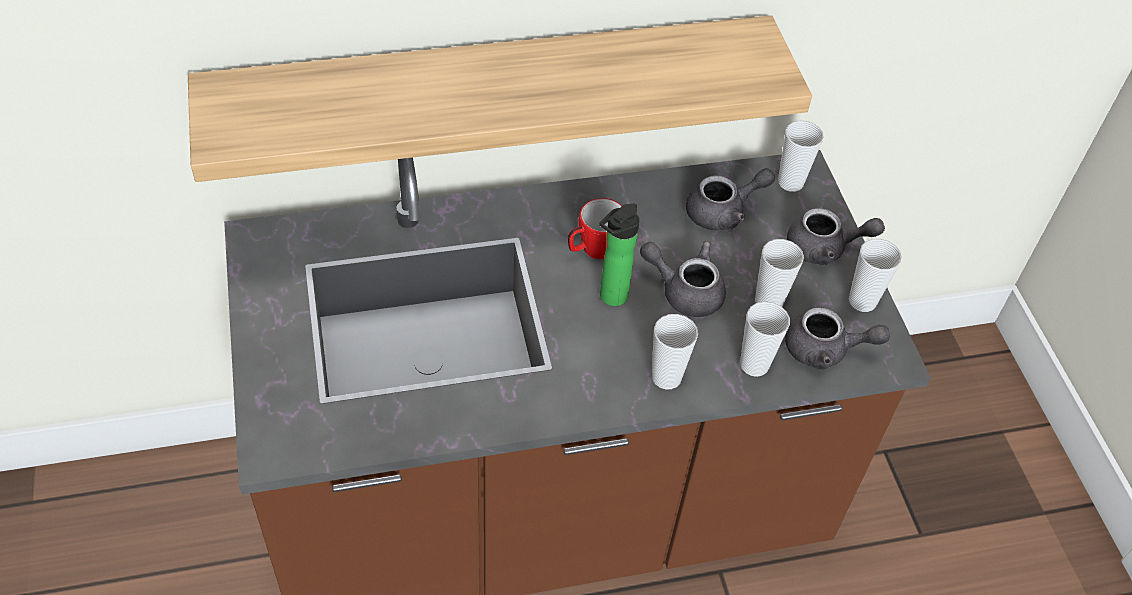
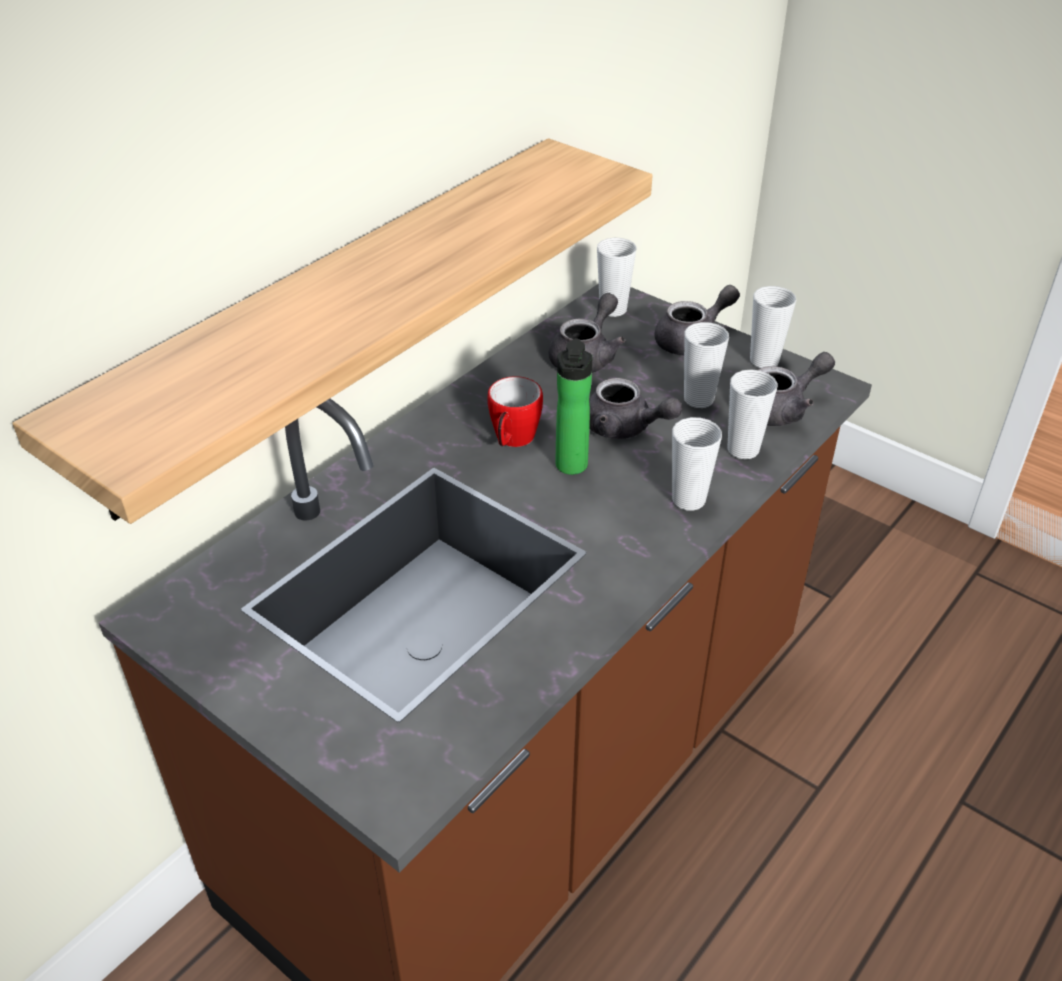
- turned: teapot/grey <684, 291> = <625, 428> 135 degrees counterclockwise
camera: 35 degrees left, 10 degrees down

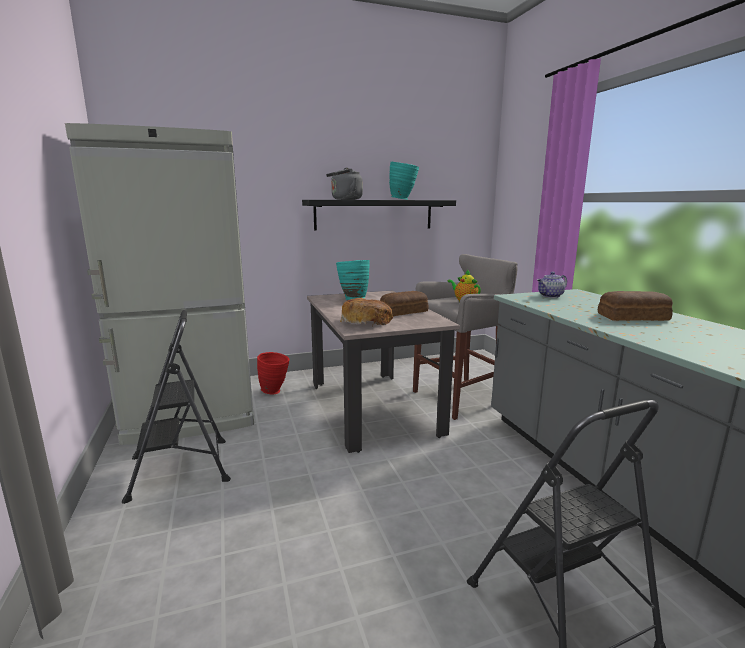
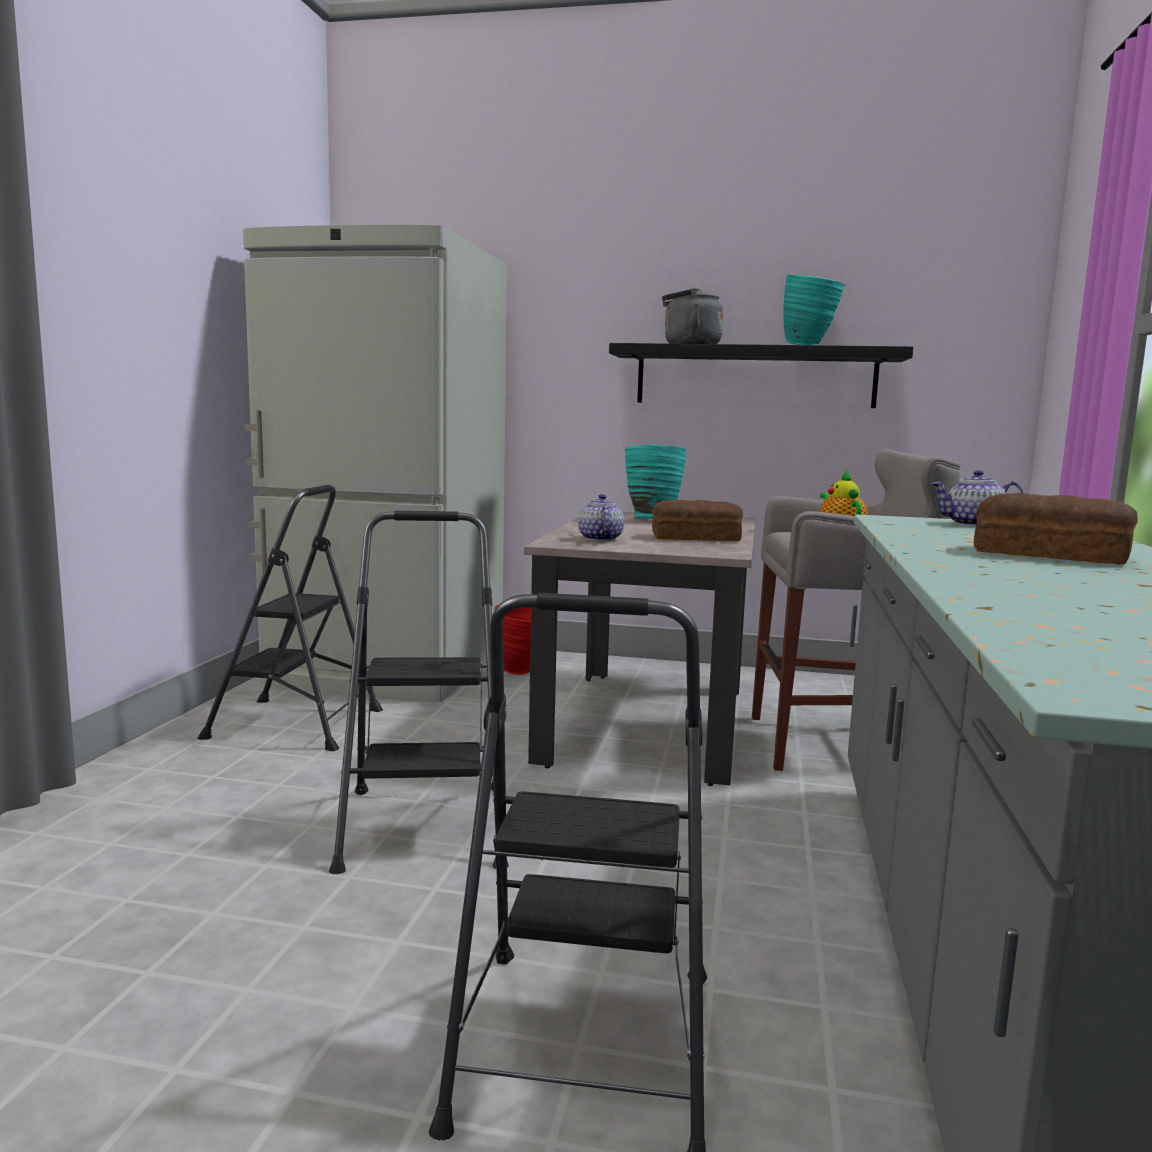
- replaced: bread <366, 321> to teapot <599, 539>
- added: step ladder/black <426, 822>
camera: 30 degrees right, 5 degrees down

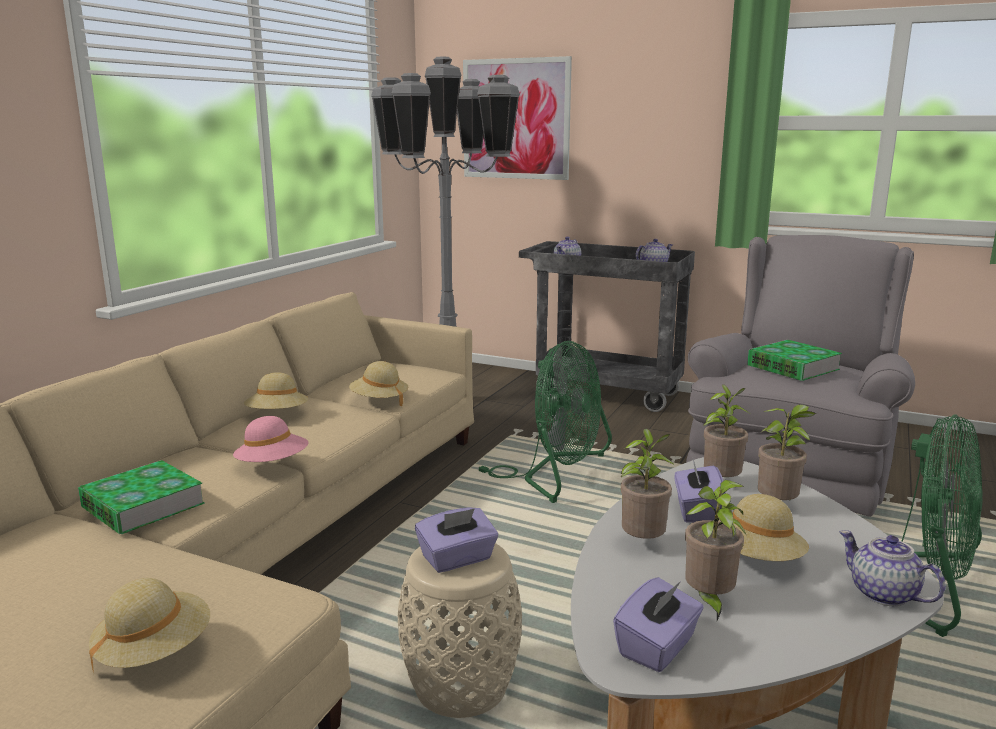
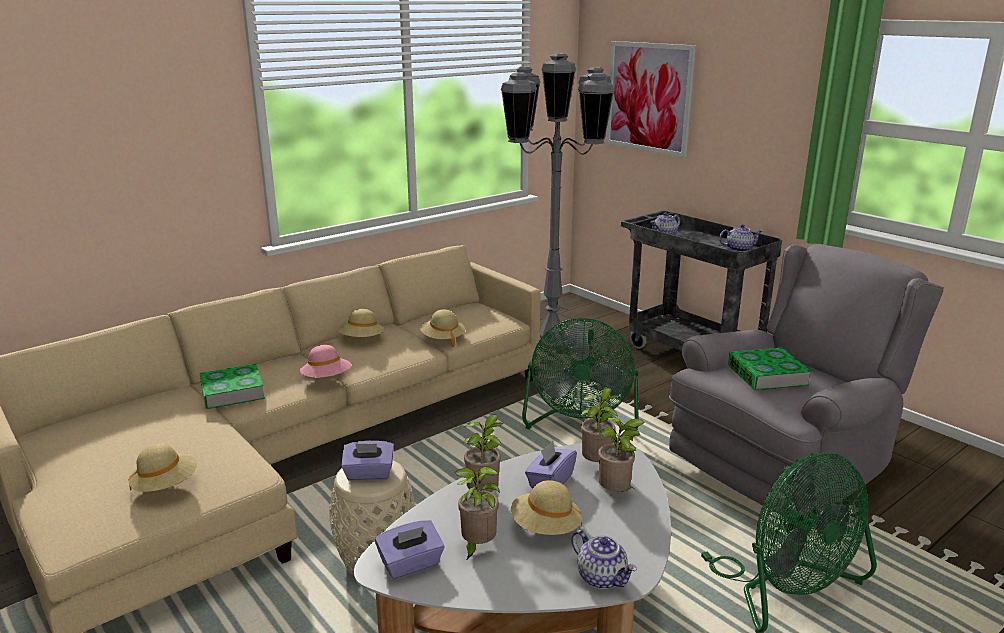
- turned: fan/green <553, 474> = <576, 421> 45 degrees clockwise
- turned: teapot <882, 594> = <602, 577> 150 degrees clockwise
camera: 25 degrees right, 5 degrees up

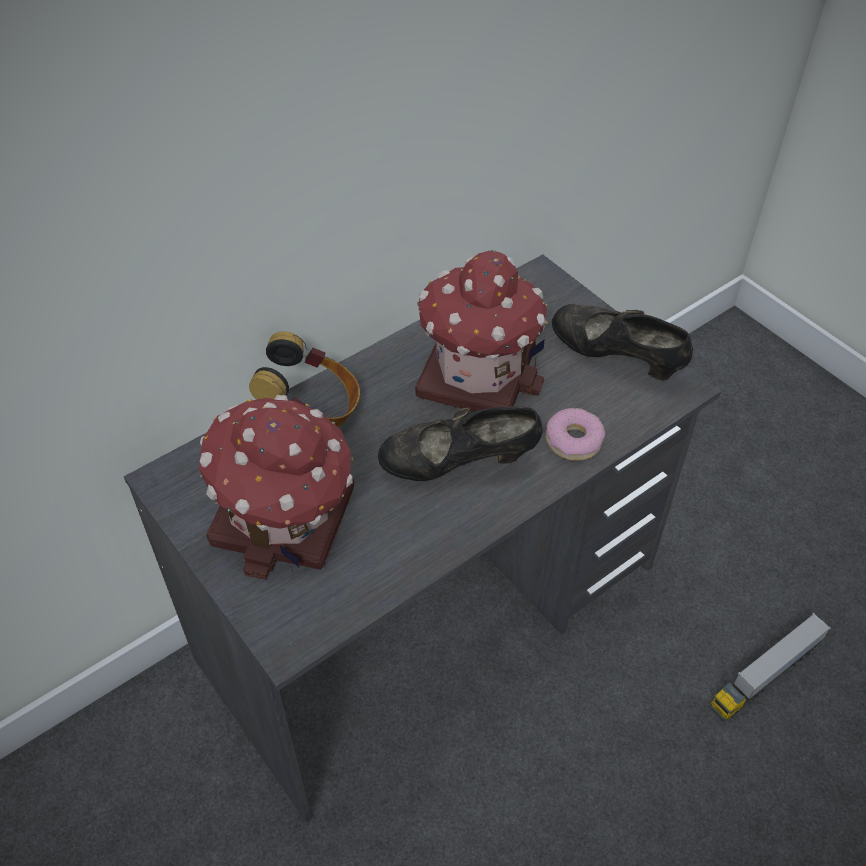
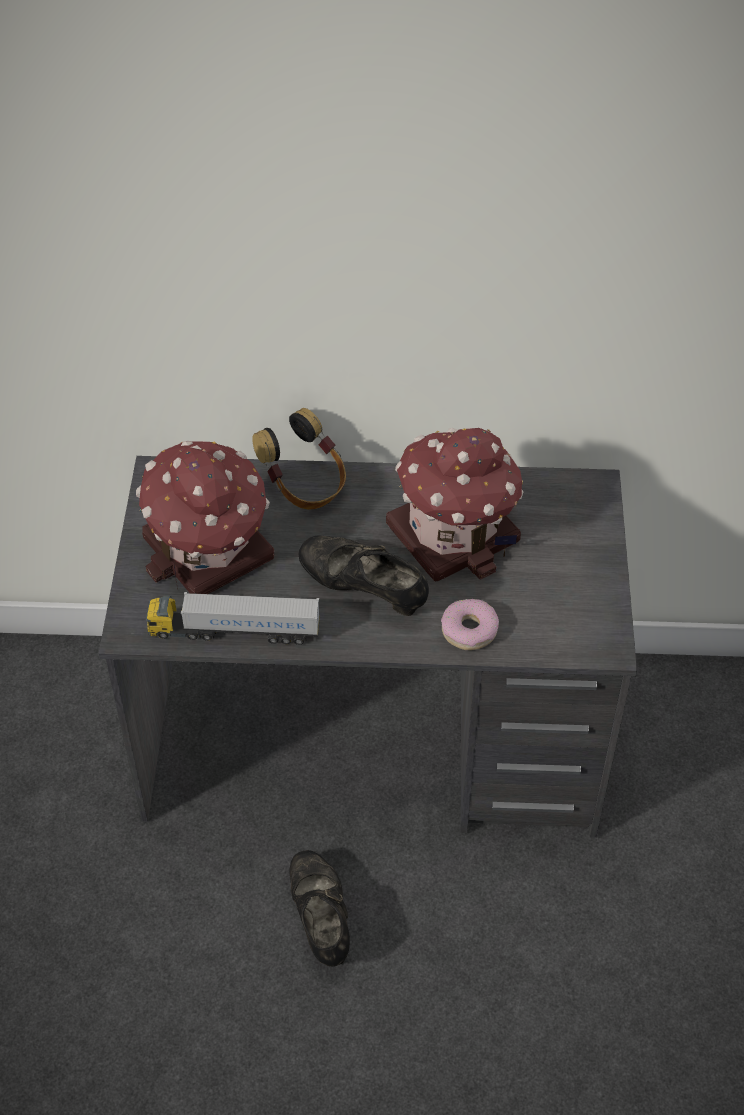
- moved: shoe/black <616, 359> to <320, 920>
- moved: toy truck <765, 676> to <234, 631>
camera: 40 degrees right, 0 degrees up

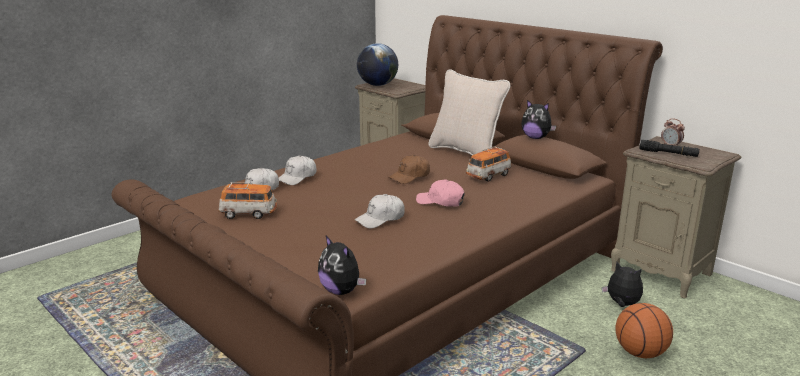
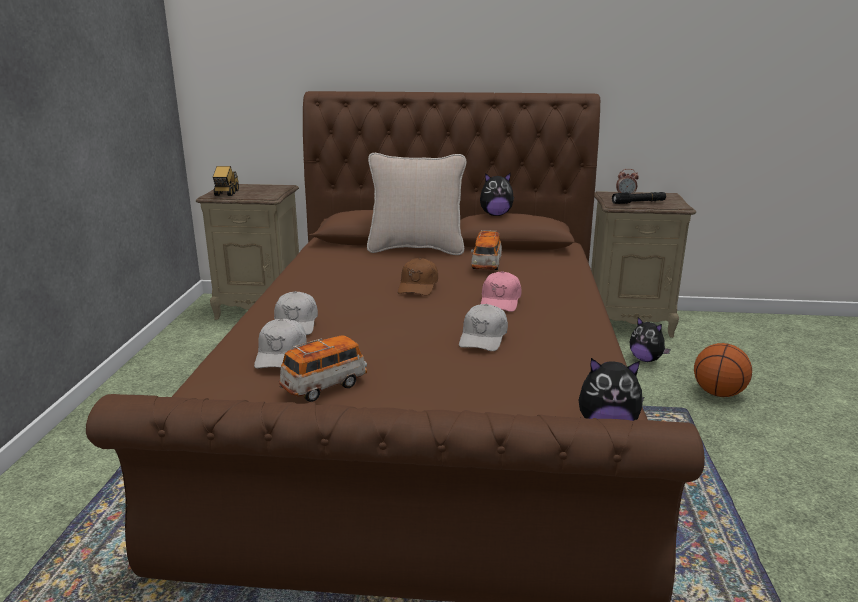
- replaced: globe <377, 85> to toy truck <226, 193>
- turned: cap/pink <440, 202> = <500, 301> 60 degrees counterclockwise
- turned: plush toy <621, 304> = <646, 359> 135 degrees counterclockwise
camera: 40 degrees left, 0 degrees up

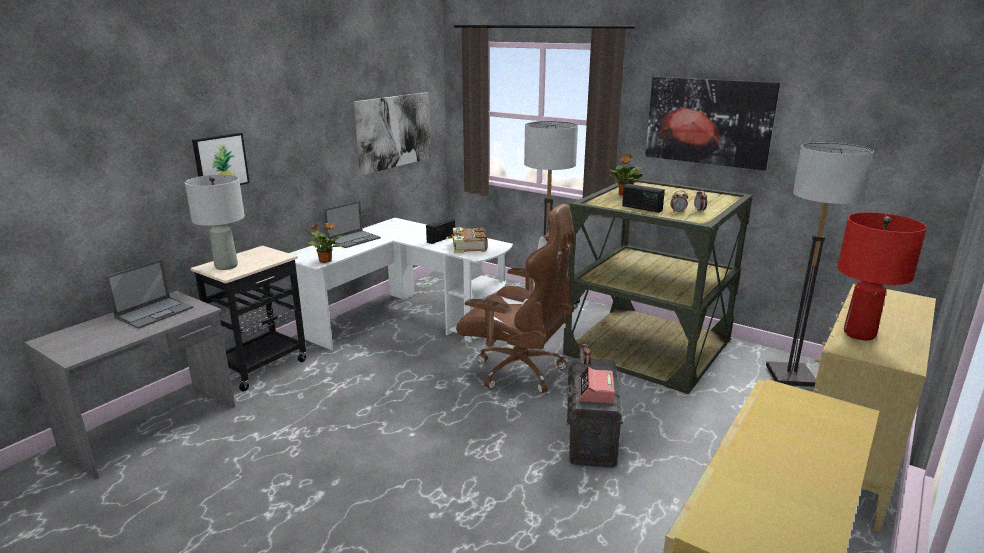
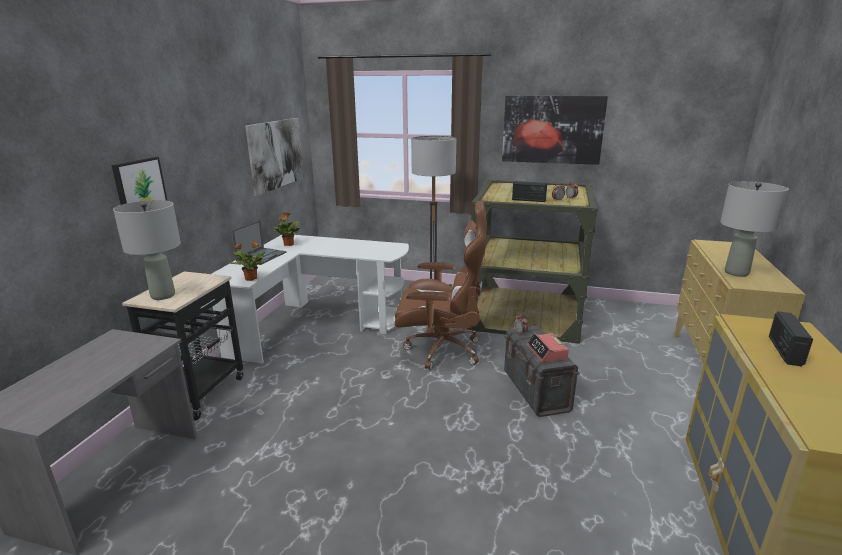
- removed: laptop <155, 312>
- moved: radio <440, 239> to <784, 351>
- removed: book <468, 247>
- moved: potted plant <624, 195> to <288, 244>
- removed: floor lamp <789, 383>
- recoloured: table lamp/red <859, 334> to table lamp/grey <736, 273>
camera: 20 degrees left, 0 degrees up

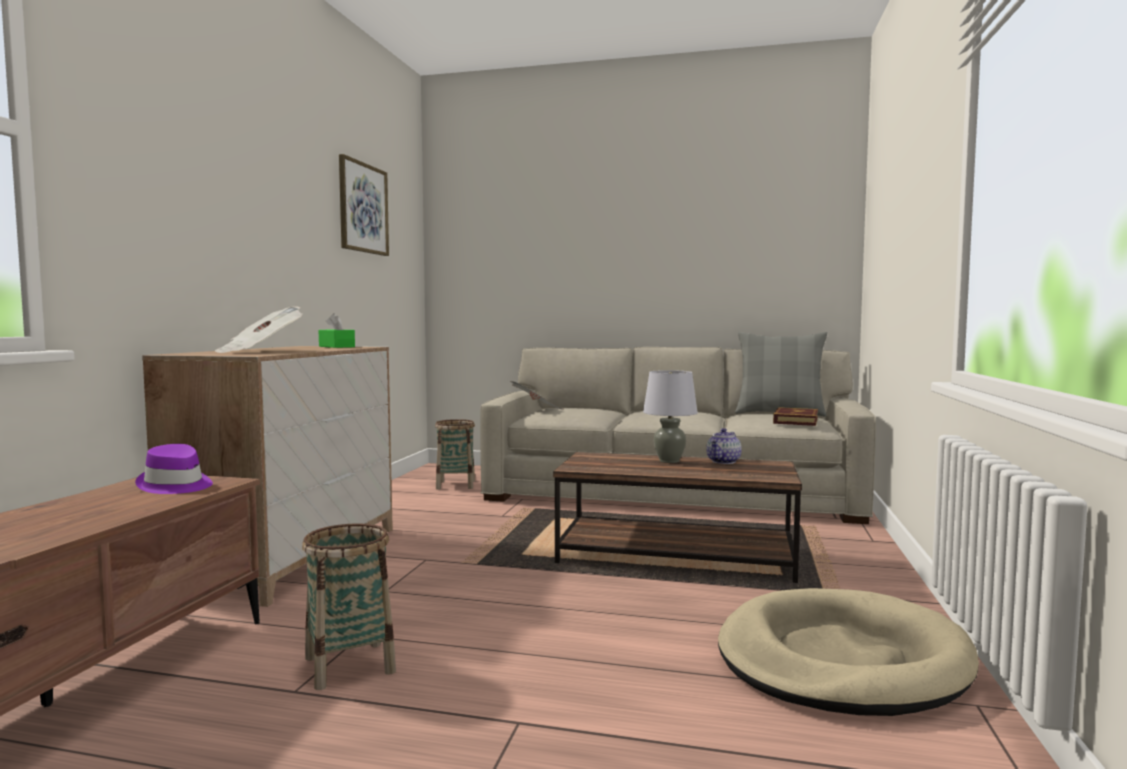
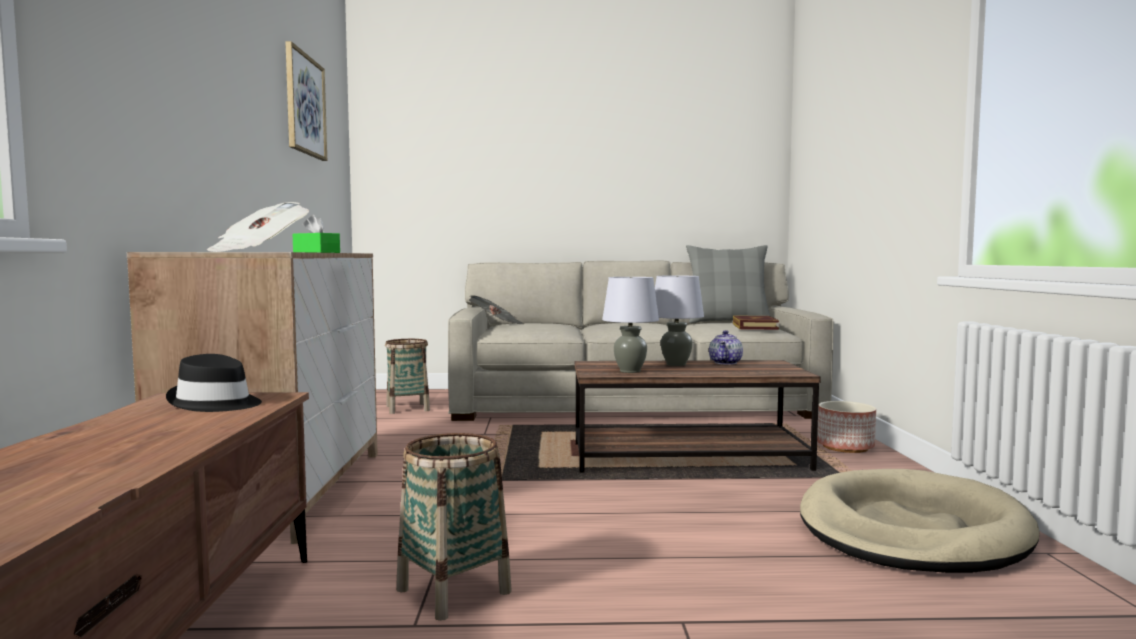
- recoloured: hat/purple <175, 486> to hat/black <215, 403>
- added: table lamp/grey <629, 371>
- added: planter <846, 447>
camera: 15 degrees left, 0 degrees up

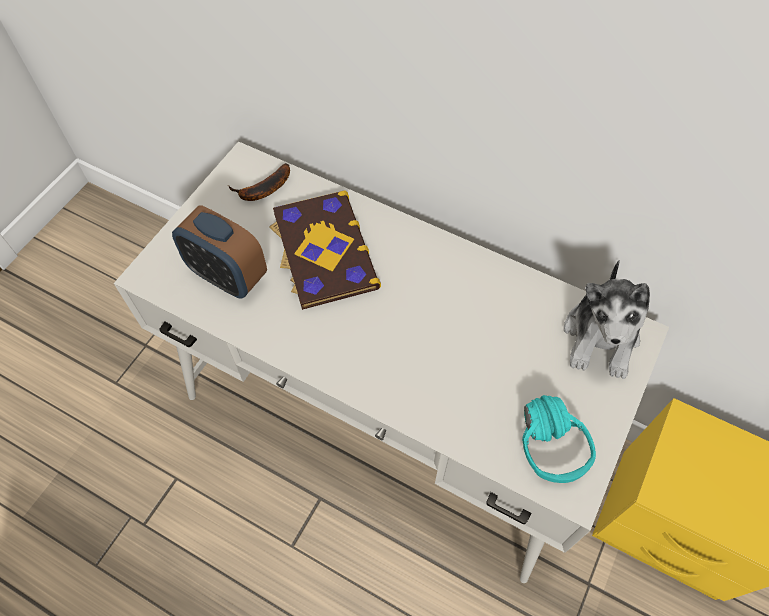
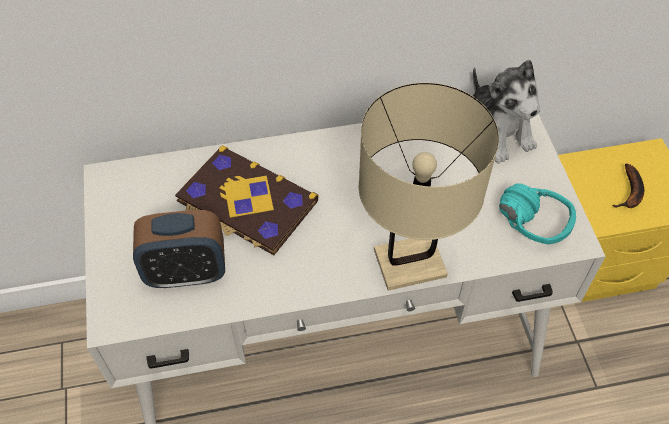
- moved: banana <262, 190> to <630, 193>
- added: table lamp/beige <410, 263>
camera: 40 degrees left, 5 degrees down

